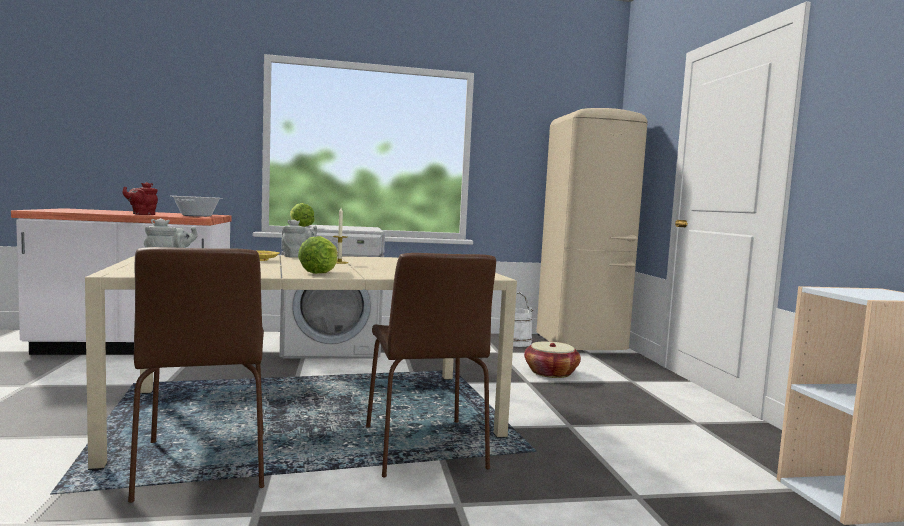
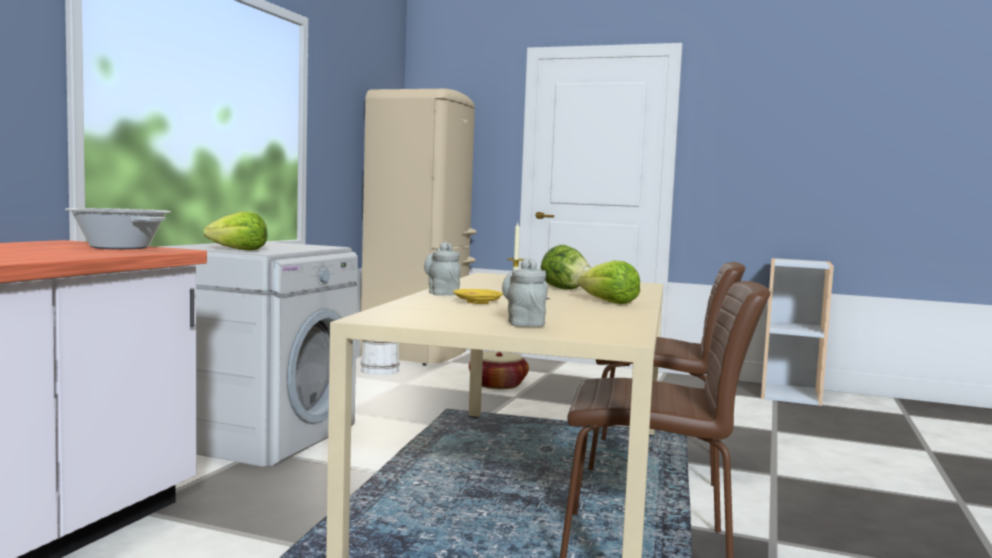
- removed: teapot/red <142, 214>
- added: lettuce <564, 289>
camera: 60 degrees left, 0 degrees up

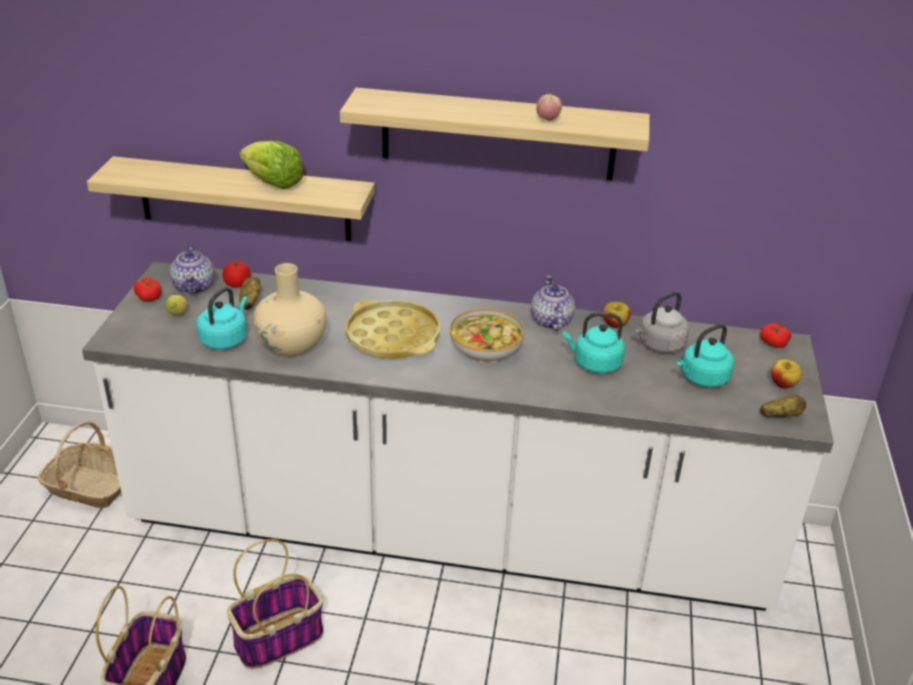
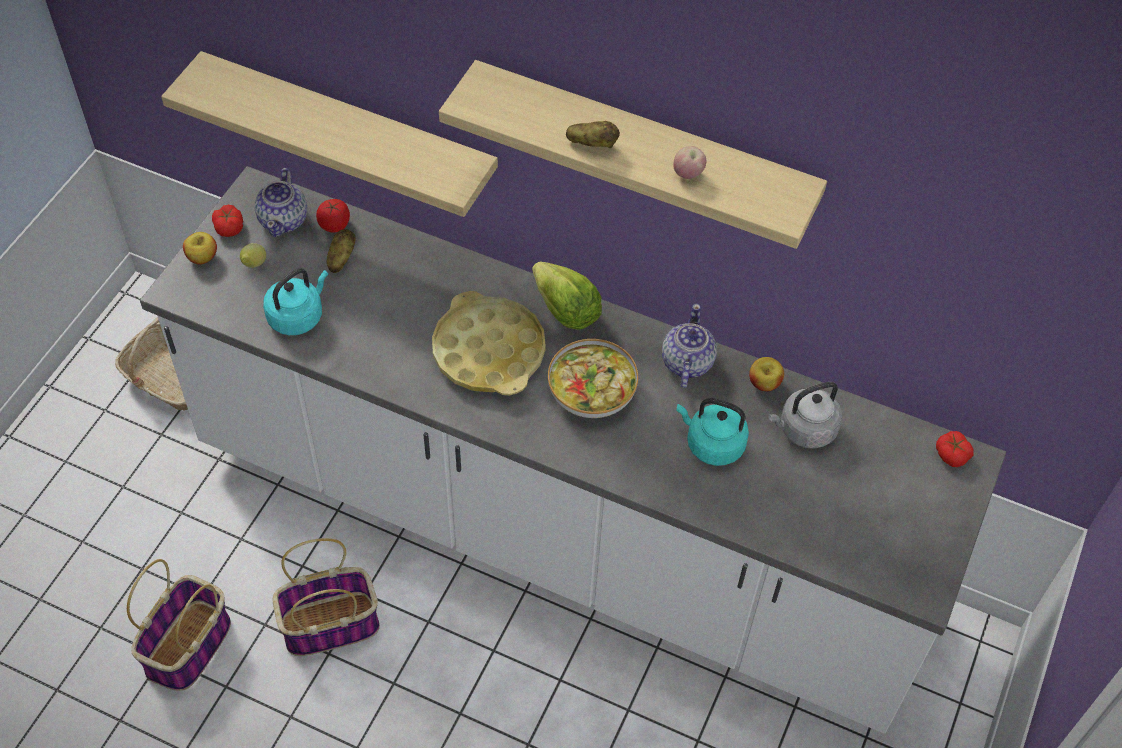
- moved: lettuce <273, 183> to <565, 310>
- removed: vase/beige <292, 345>
- removed: kettle/turquoise <702, 379>
- moved: potato <780, 416> to <592, 144>
- moved: apple <783, 384> to <202, 257>
camera: 15 degrees right, 20 degrees up

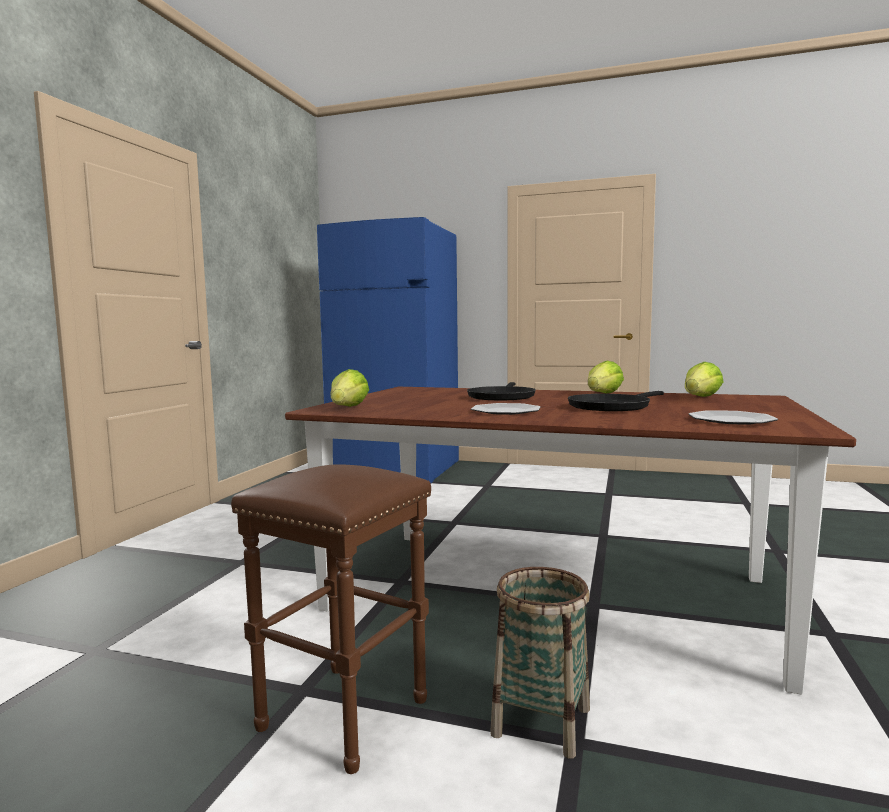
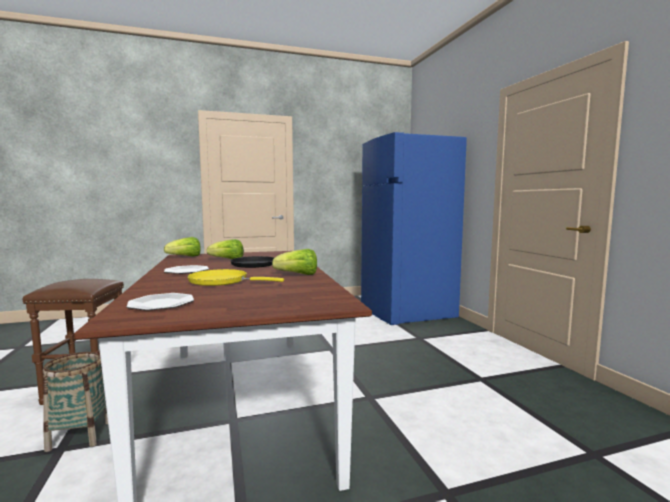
- recoloured: frying pan/black <612, 407> to frying pan/yellow <222, 281>
- moved: lettuce <700, 398> to <227, 260>
camera: 55 degrees right, 0 degrees up

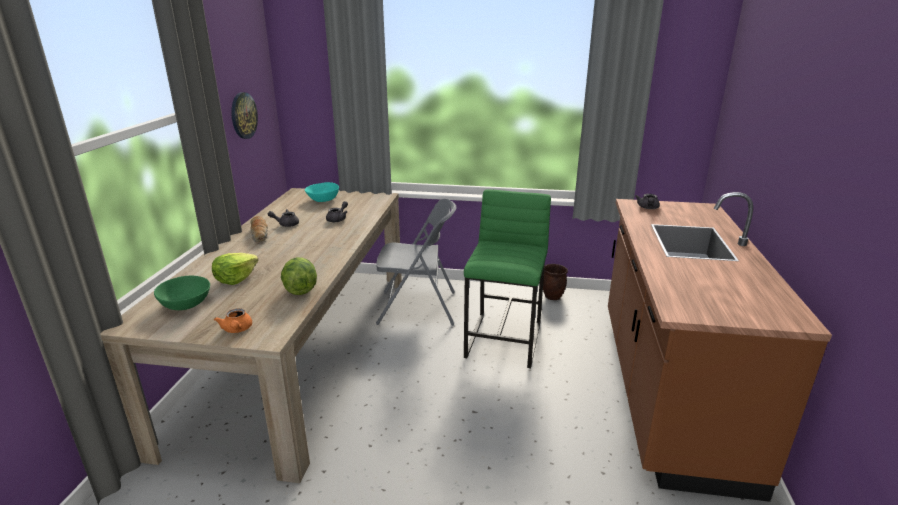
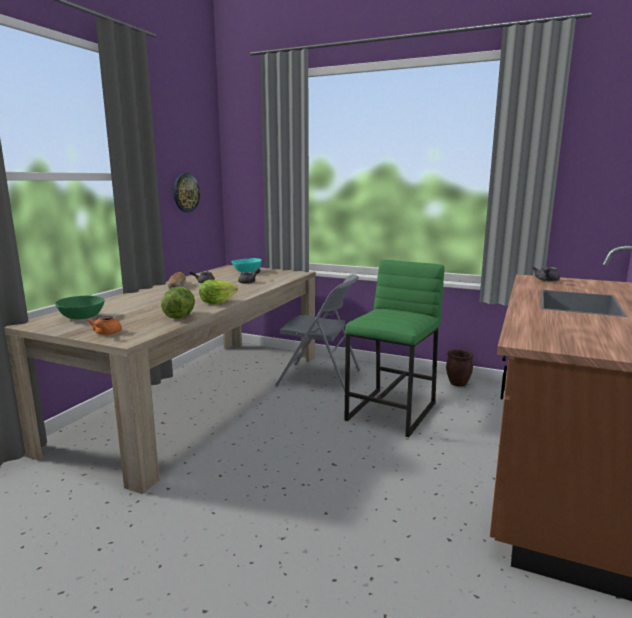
- moved: lettuce <235, 278> to <217, 302>
camera: 15 degrees right, 10 degrees down

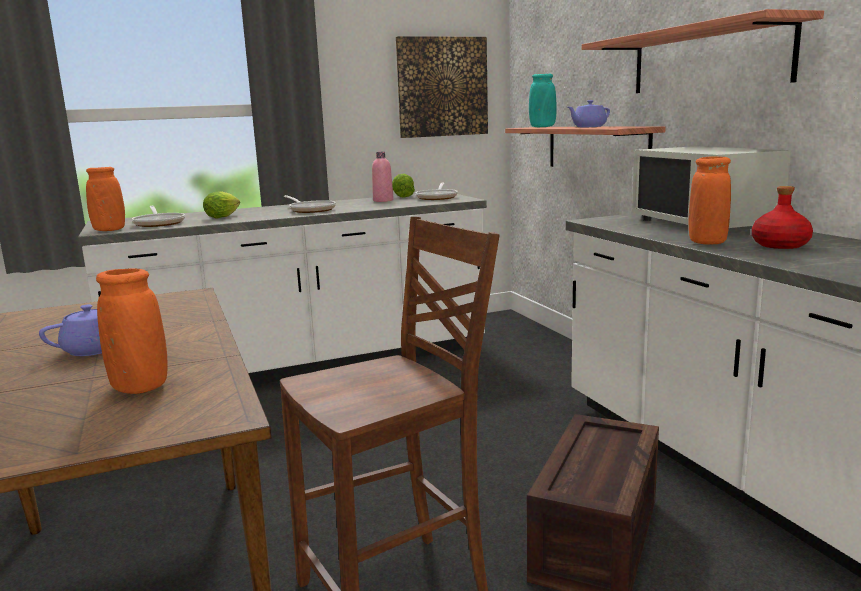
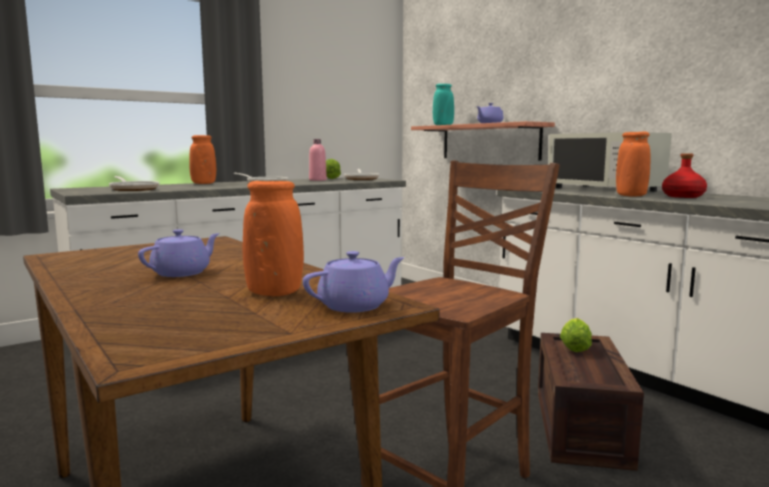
- moved: vase/orange <109, 230> to <203, 183>
- moved: lettuce <224, 217> to <574, 347>
- removed: picture <442, 87>
- removed: shelf <707, 59>
- added: teapot/purple <355, 306>
camera: 15 degrees left, 5 degrees down

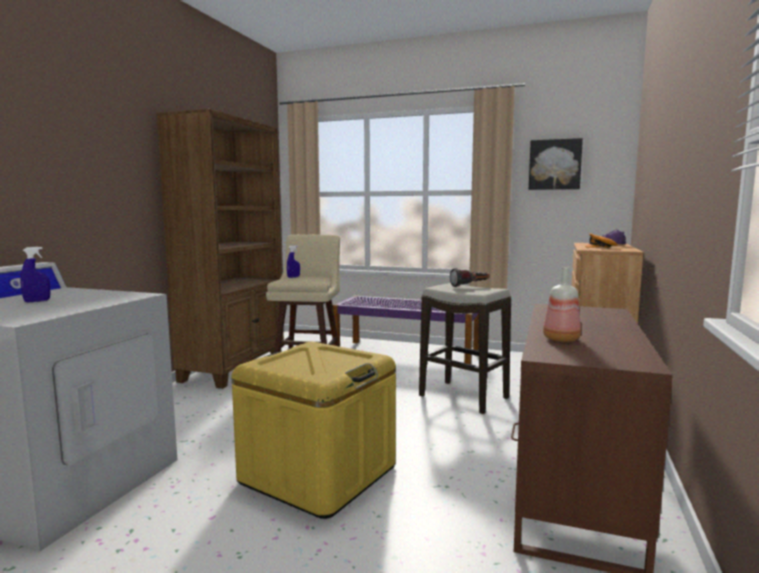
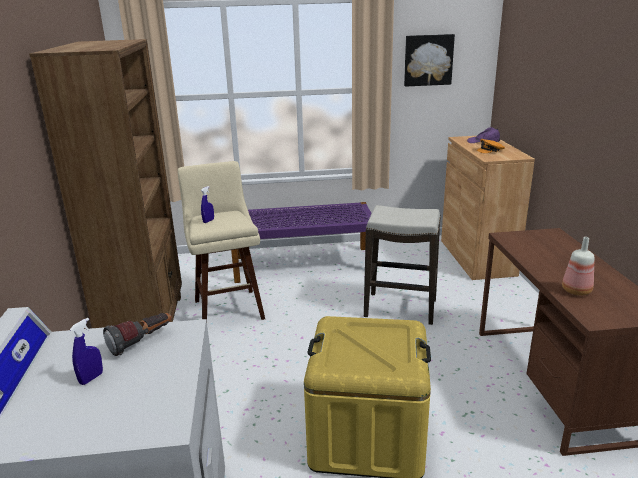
- moved: flashlight <470, 286> to <142, 342>
camera: 25 degrees left, 15 degrees up

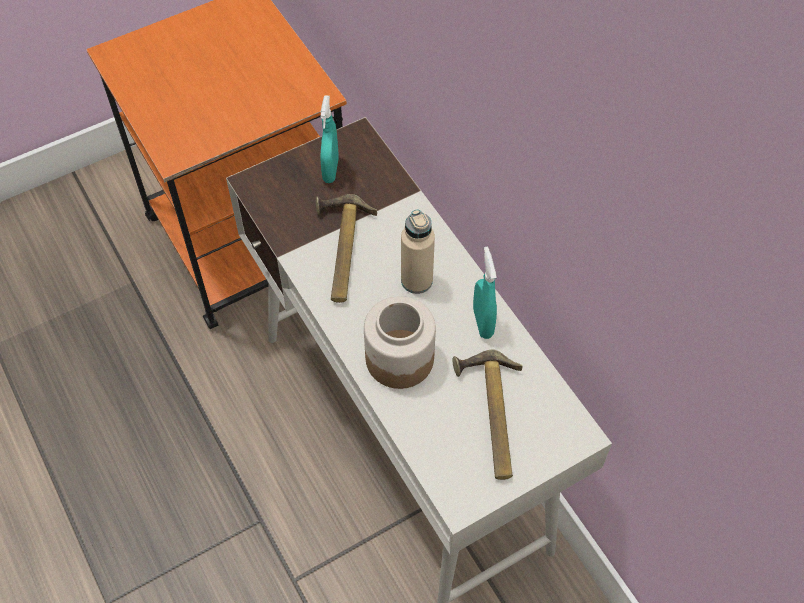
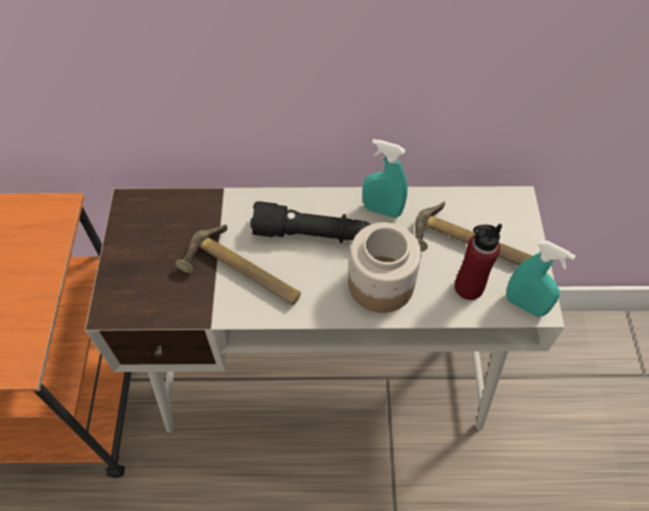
- moved: spray bottle/turquoise <330, 170> to <525, 305>
- replaced: bottle/beige <416, 280> to flashlight/black <312, 234>
- added: bottle/red <468, 287>
camera: 60 degrees left, 0 degrees up

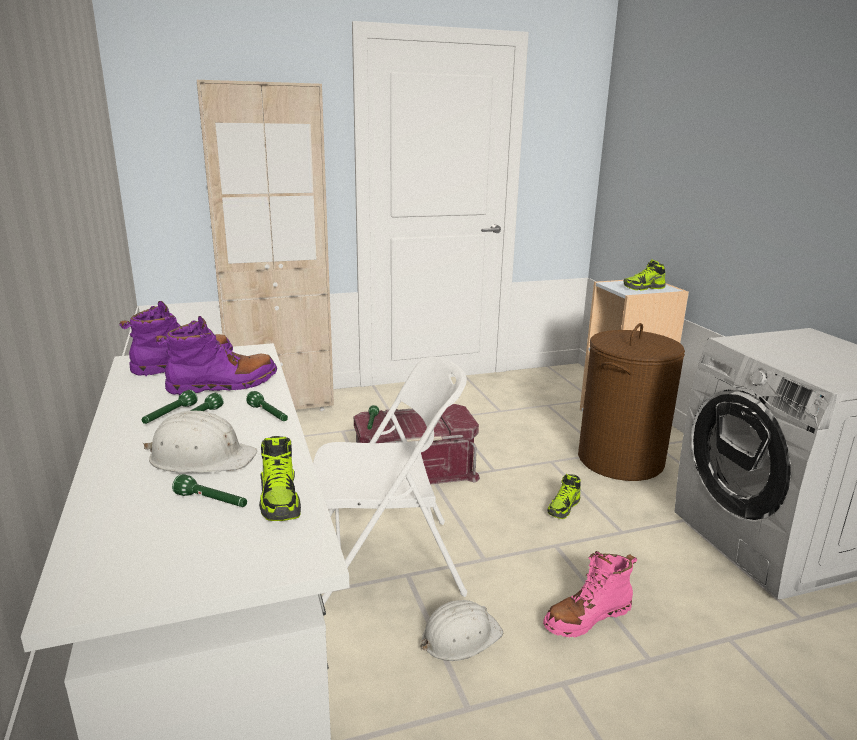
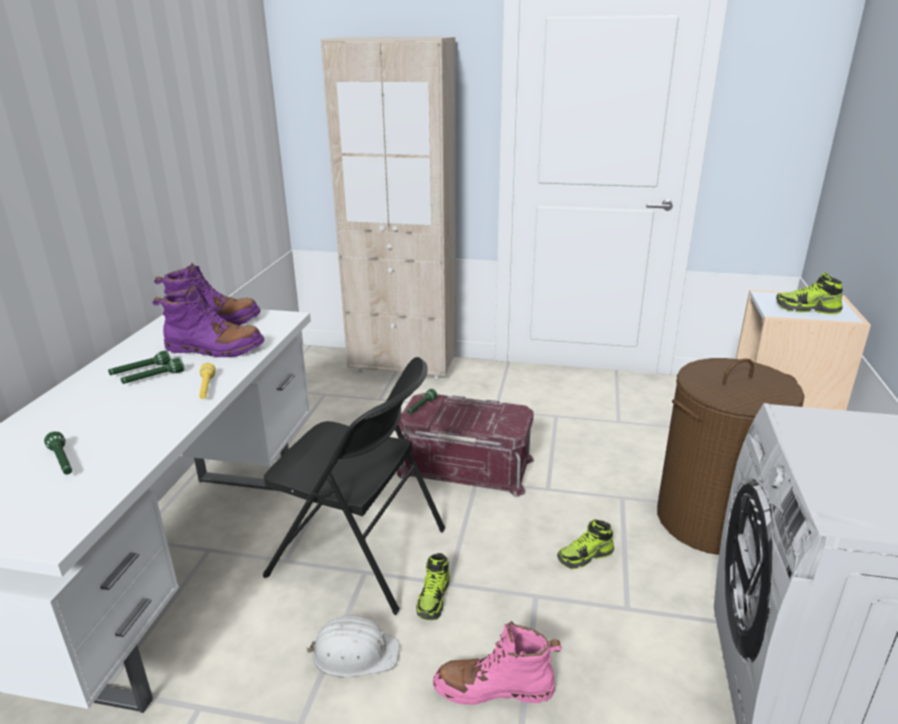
- removed: hard hat/white <201, 457>
- recoloured: flashlight/green <269, 415> to flashlight/yellow <206, 389>
- moved: shoe <280, 500> to <434, 598>
- recoloured: chair/white <386, 562> to chair/black <358, 552>
camera: 30 degrees right, 5 degrees up

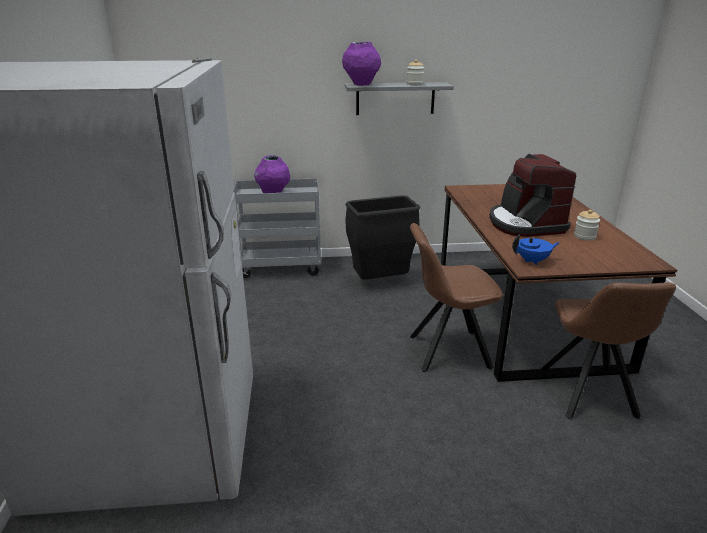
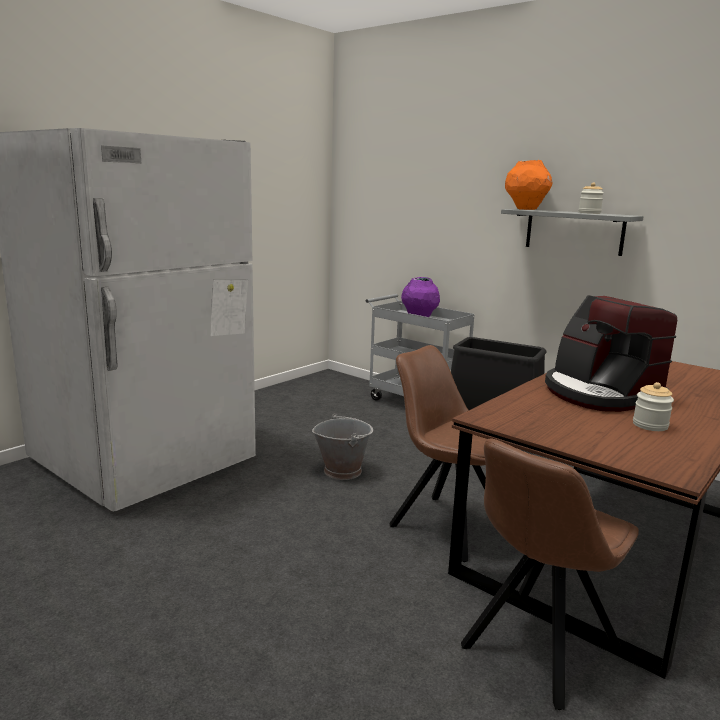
- recoloured: vase/purple <361, 84> to vase/orange <525, 209>
- turned: coffee machine <525, 224> = <599, 394> 60 degrees counterclockwise
- removed: teapot/blue <533, 261>
- added: bucket/grey <342, 471>
camera: 45 degrees right, 10 degrees down

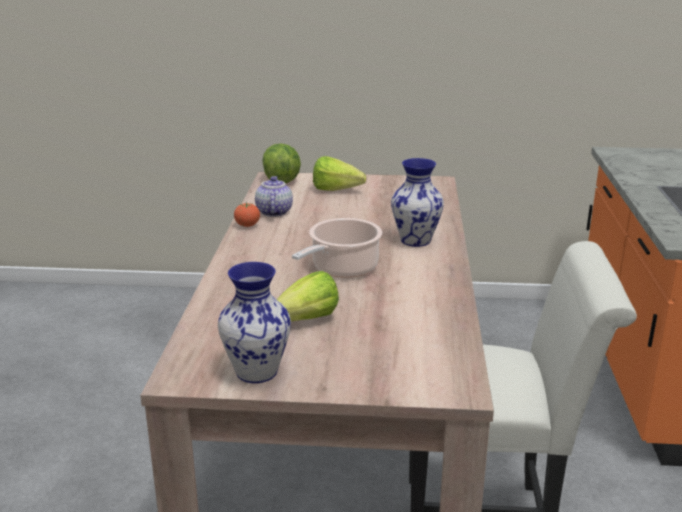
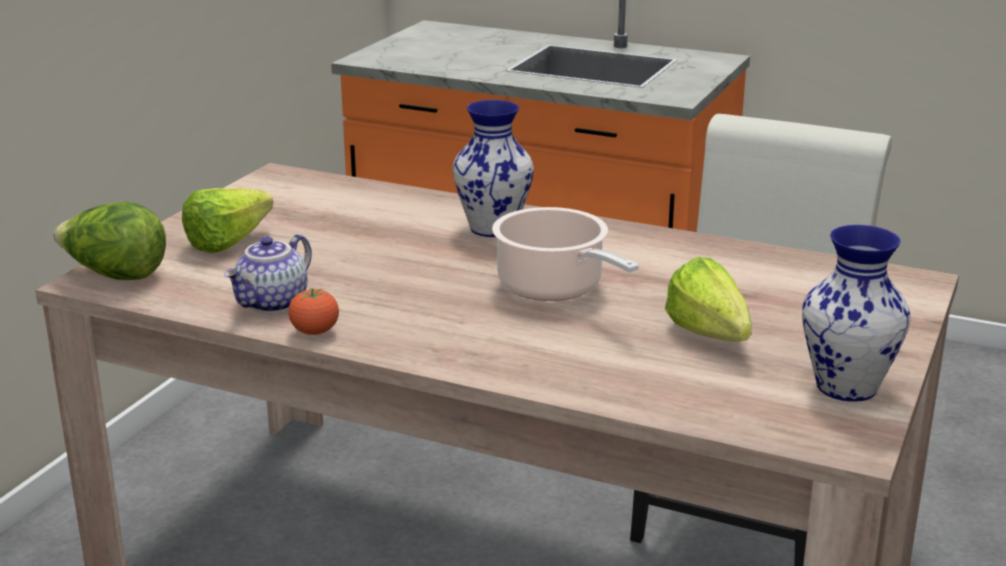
- turned: teapot <273, 212> = <273, 304> 75 degrees counterclockwise
camera: 70 degrees left, 0 degrees up

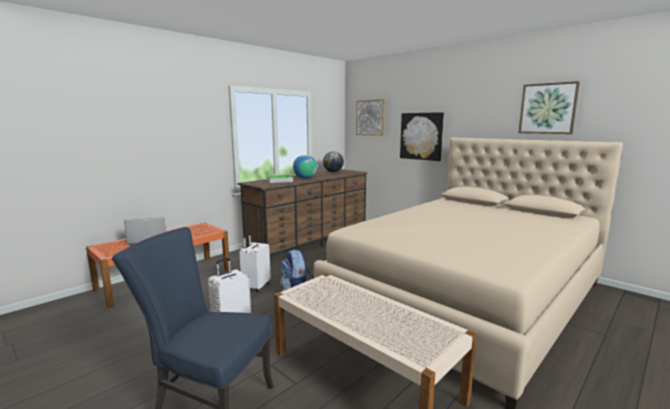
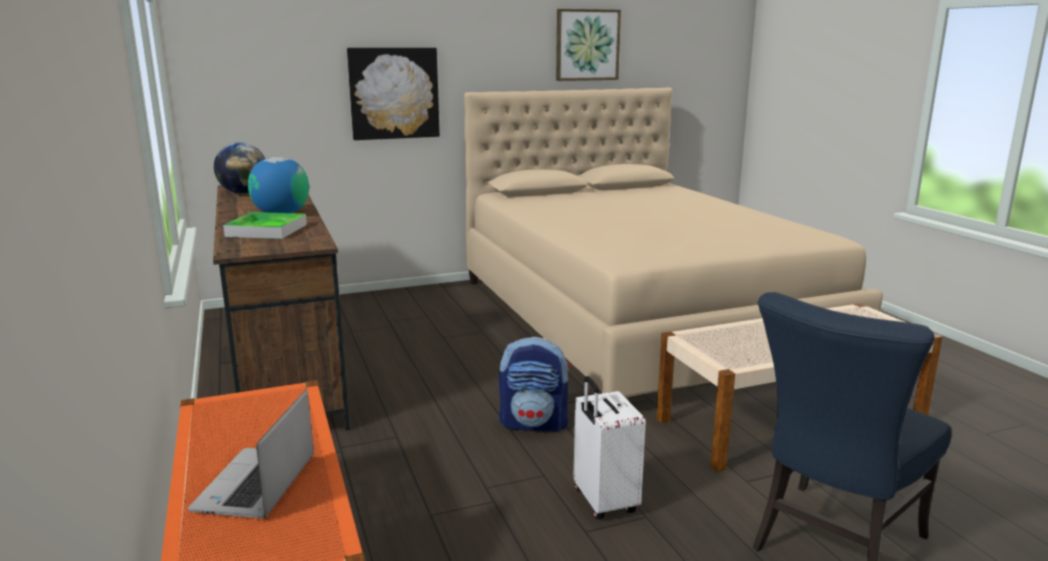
- removed: suitcase/white <256, 287>
- removed: picture <370, 117>
camera: 65 degrees left, 5 degrees up

